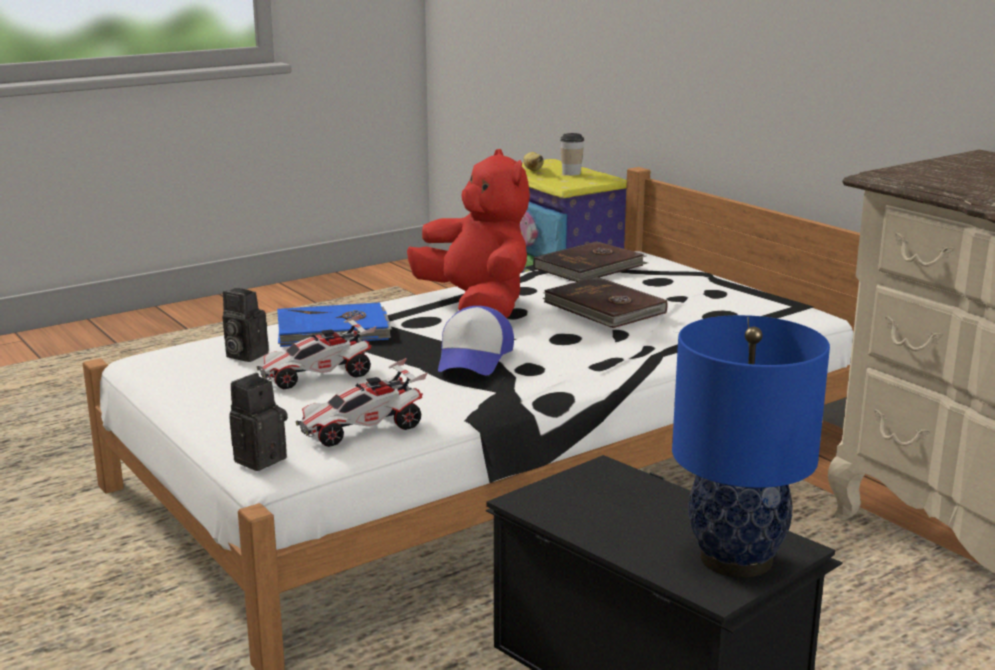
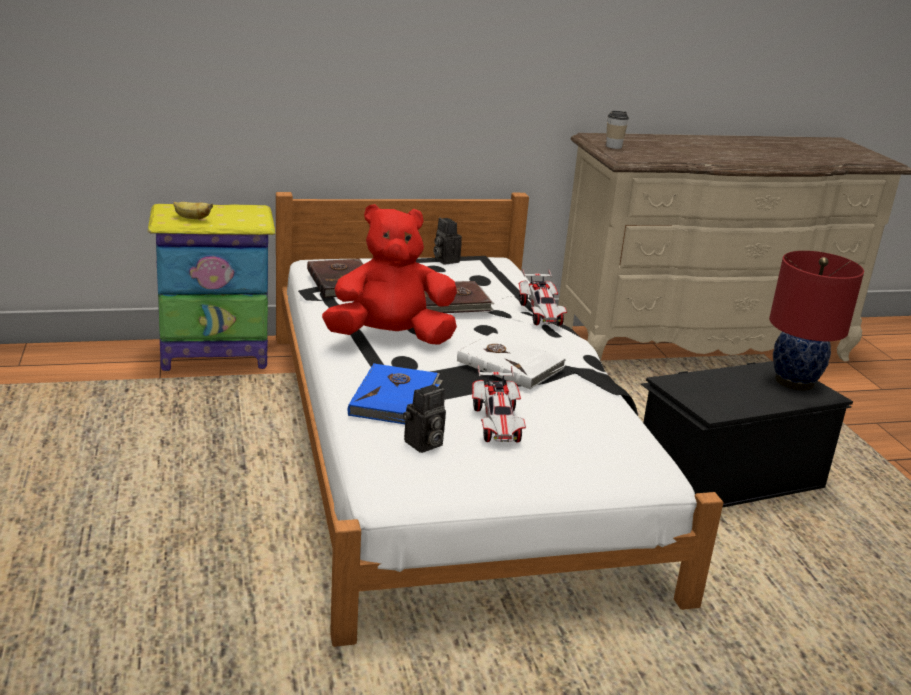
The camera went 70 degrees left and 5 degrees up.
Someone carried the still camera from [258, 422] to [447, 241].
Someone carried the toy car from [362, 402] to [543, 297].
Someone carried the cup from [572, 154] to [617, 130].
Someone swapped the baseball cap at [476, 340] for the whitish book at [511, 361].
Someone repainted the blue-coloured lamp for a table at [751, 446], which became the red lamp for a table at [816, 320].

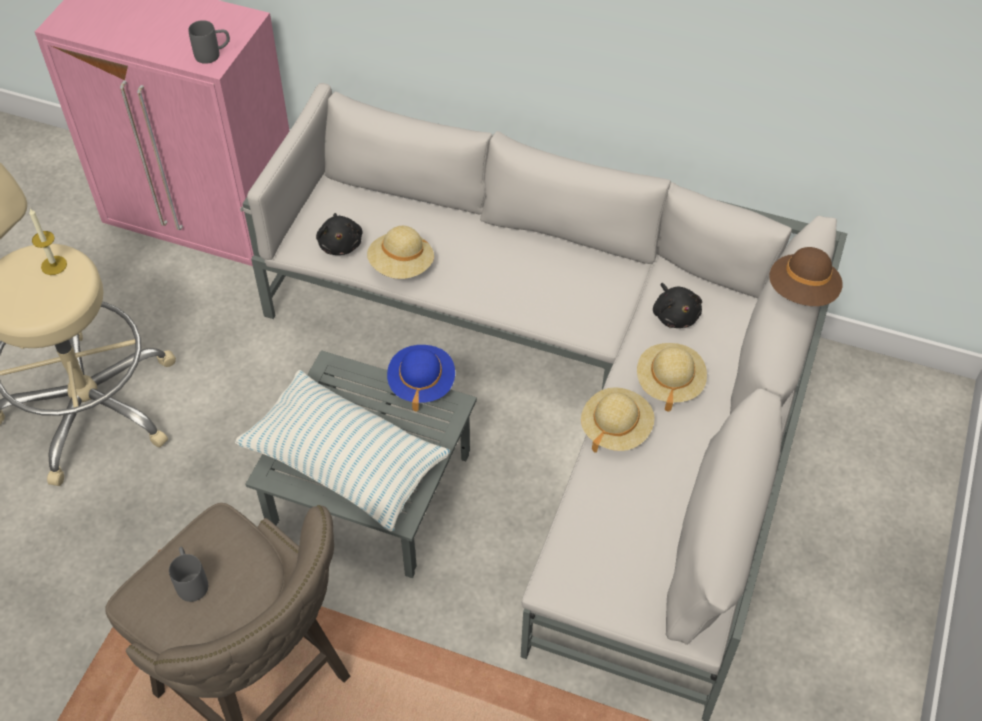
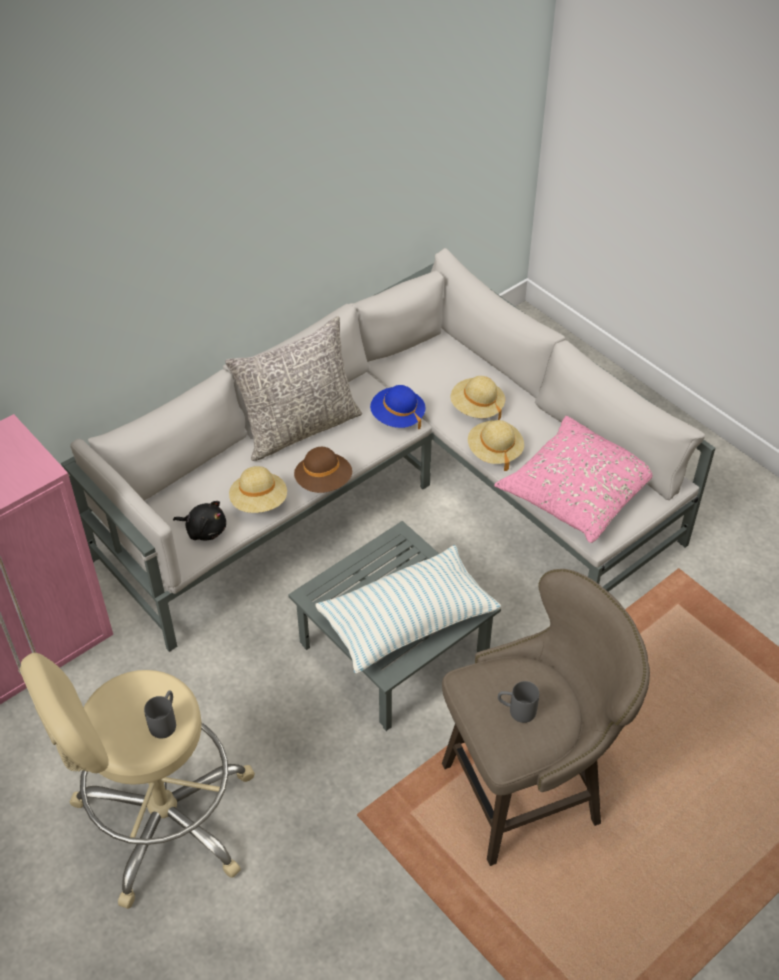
The camera went 60 degrees left and 5 degrees down.
Someone took away the wax candle at [48, 241].
Someone took away the blackish plush toy at [677, 305].
Someone put down the grey cushion at [293, 388].
Someone put down the pink cushion at [573, 479].
Someone carried the grey coffee mug from [209, 42] to [160, 715].
Someone carried the blue-coloured clothing hat from [421, 378] to [398, 407].
Someone carried the brown clothing hat from [806, 276] to [323, 470].

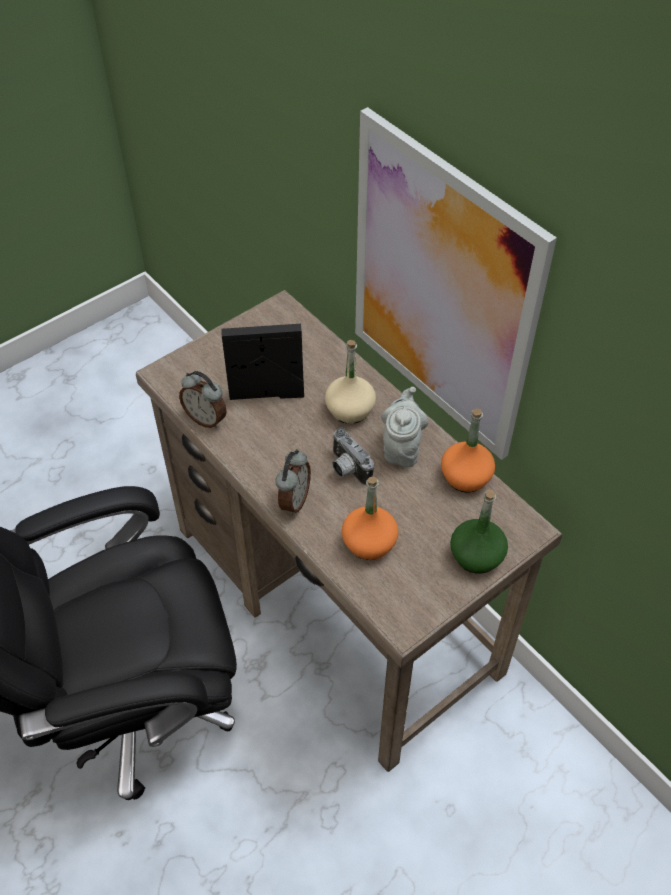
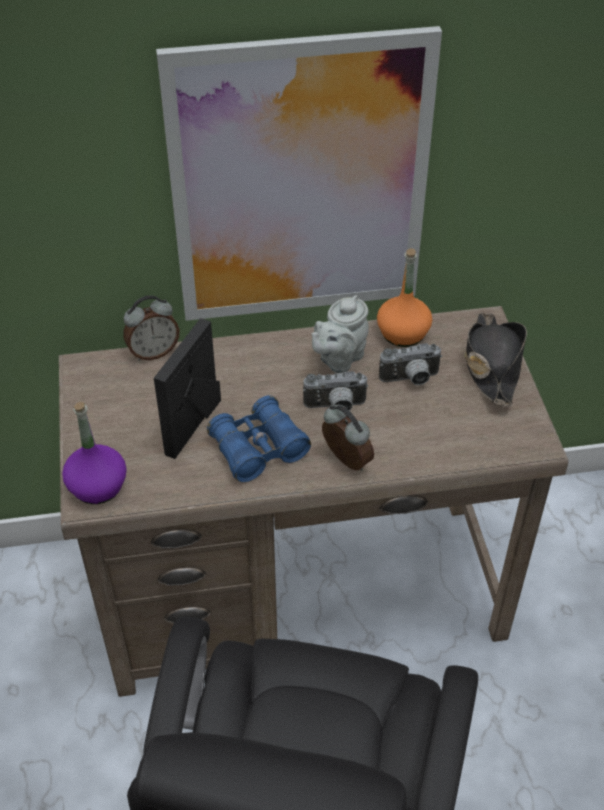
The camera went 60 degrees left and 5 degrees down.
Someone took away the beige-coloured drink bottle at [350, 382].
Someone took away the orangey drink bottle at [370, 518].
Someone put down the purple-coloured drink bottle at [94, 453].
Someone put down the blue-coloured binoculars at [259, 438].
Someone put down the still camera at [410, 364].
Someone carried the alarm clock from [203, 399] to [151, 328].
Someone swapped the greenish drink bottle at [479, 532] for the blackish clothing hat at [495, 359].
Someone rotated the grey pot for tea at [404, 427] by 90 degrees counterclockwise.

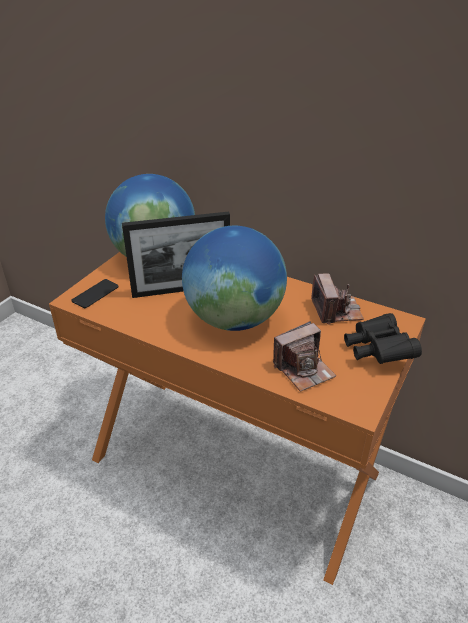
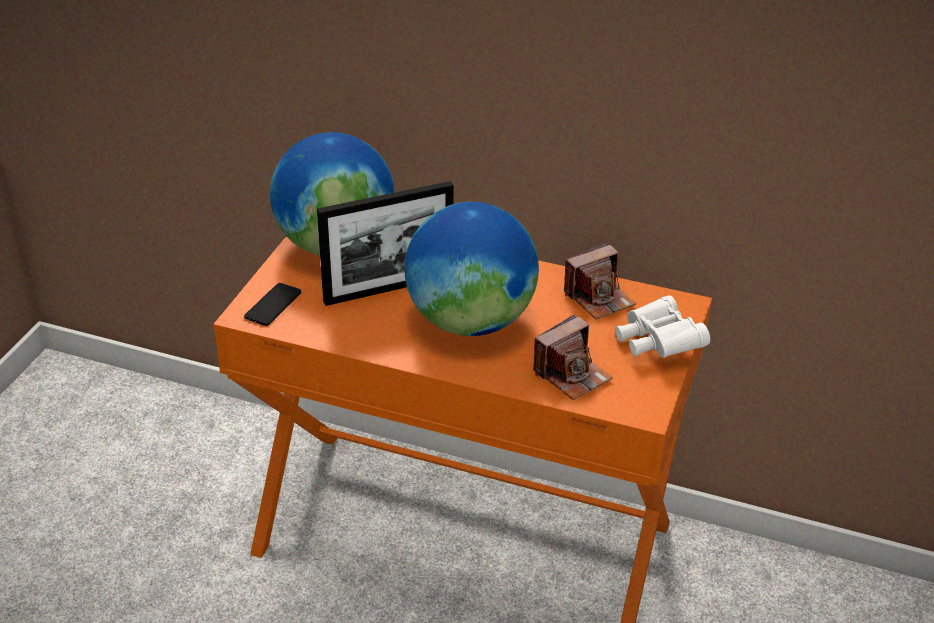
The camera went 10 degrees left and 0 degrees up.
Someone repainted the blackish binoculars at [383, 338], which became the whitish binoculars at [662, 326].
Someone rotated the still camera at [337, 299] by 75 degrees clockwise.

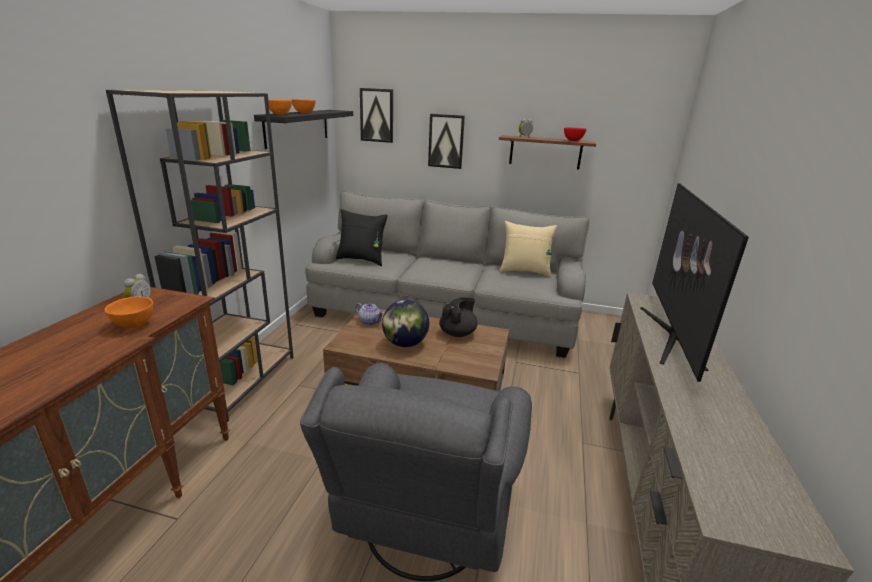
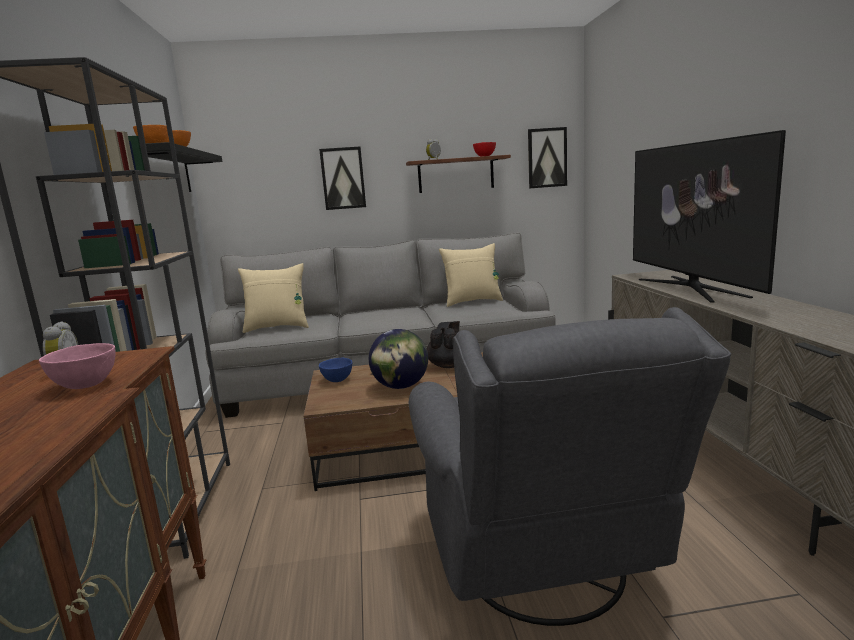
The camera went 20 degrees left and 10 degrees down.
Someone carried the wall picture from [376, 115] to [547, 157].
Someone swapped the pot for tea at [369, 314] for the blue-coloured deep dish at [335, 370].
Someone repainted the orangey deep dish at [129, 312], which became the pink deep dish at [77, 366].
Someone repainted the blackish cushion at [362, 237], which became the beige-coloured cushion at [273, 298].

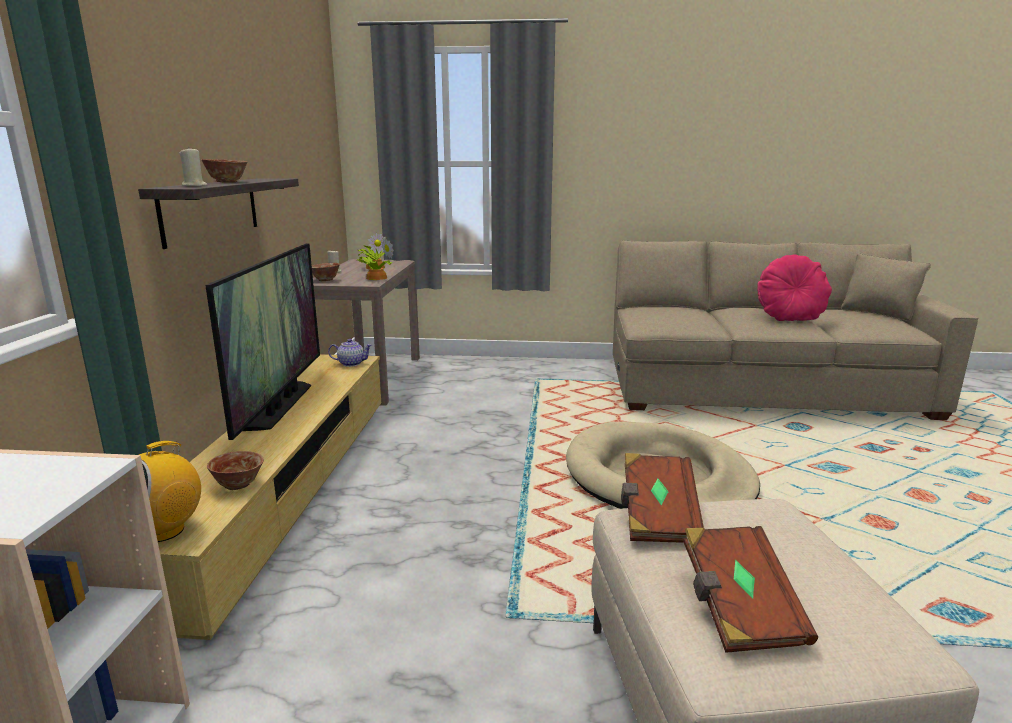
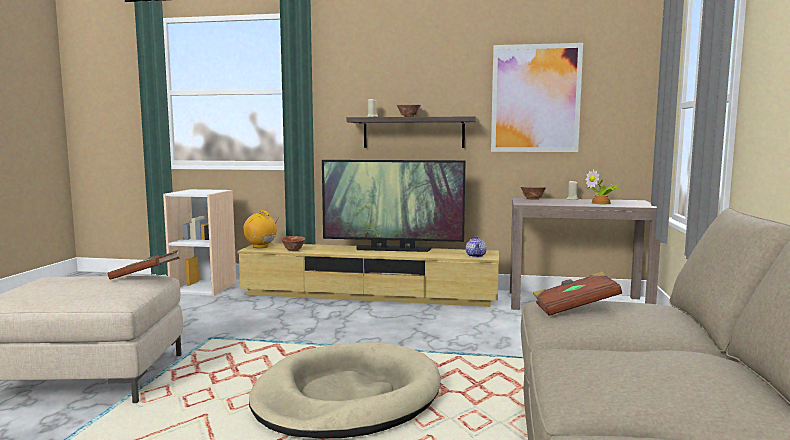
The camera went 95 degrees right and 10 degrees down.
Someone took away the plant in a pot at [375, 258].
Someone took away the pink cushion at [794, 287].
Someone put up the wall picture at [537, 97].
Someone carried the brown book from [750, 589] to [577, 294].

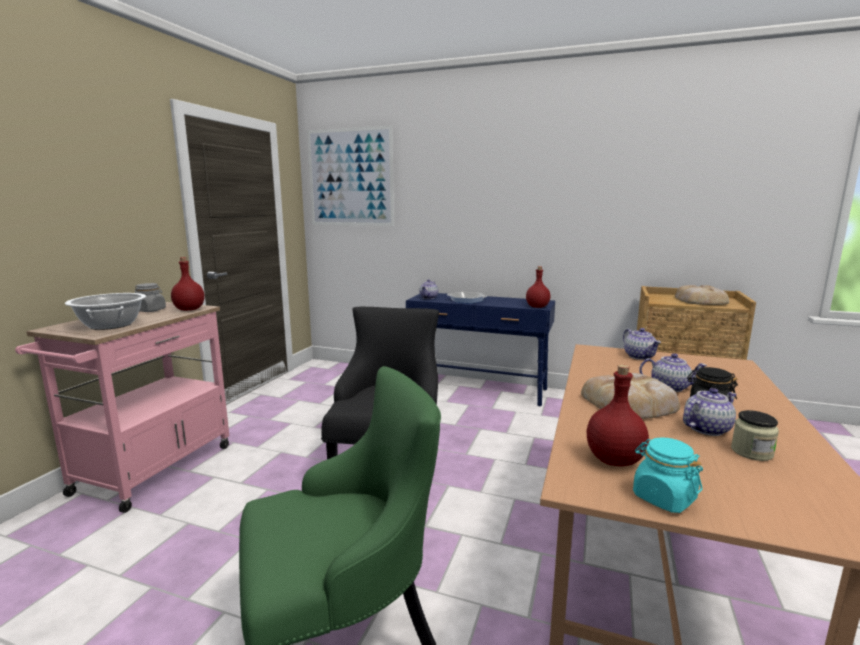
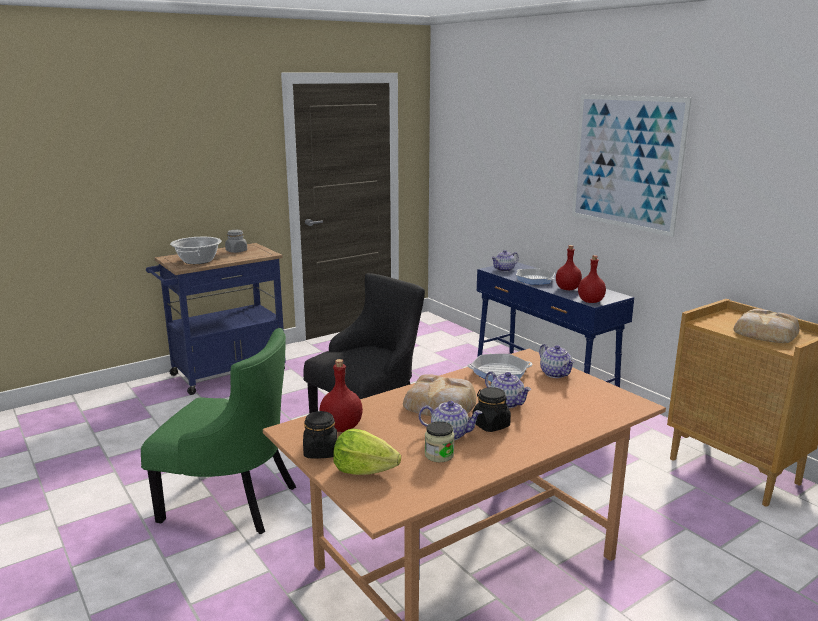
The camera went 35 degrees right and 5 degrees up.
Someone put down the lettuce at [367, 452].
Someone put down the skillet at [500, 368].
Someone carried the red drink bottle from [188, 284] to [569, 267].
Someone carried the wall picture from [350, 176] to [632, 165].
Someone repainted the pink wheeled cart at [122, 407], which became the blue-coloured wheeled cart at [216, 319].
Someone repainted the turquoise-coloured storage jar at [668, 475], which became the blackish storage jar at [320, 435].
Someone rotated the pot for tea at [642, 344] by 45 degrees counterclockwise.

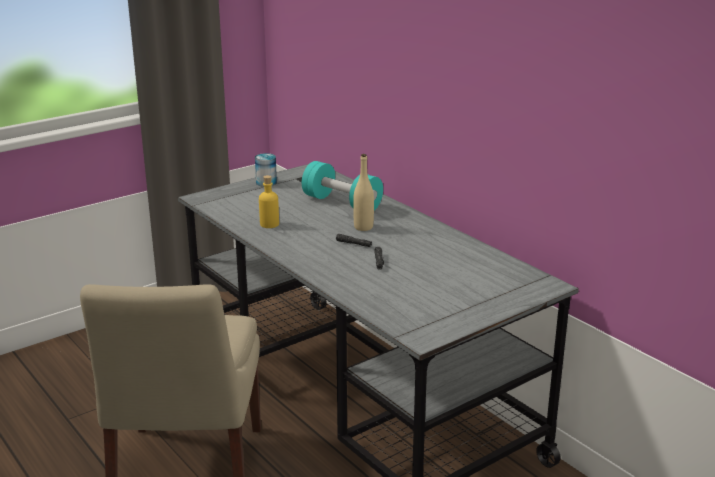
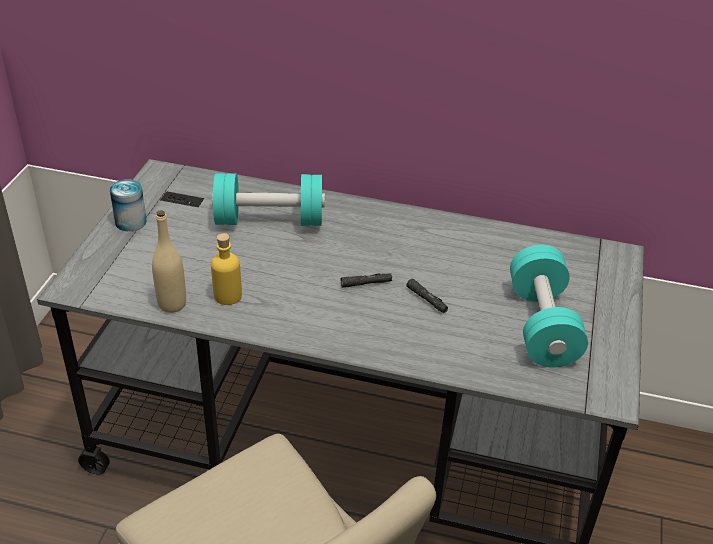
The camera went 40 degrees left and 15 degrees up.
Someone put down the turquoise-coloured dumbbell at [549, 306].
Someone carried the beige-coloured drink bottle from [363, 192] to [169, 262].

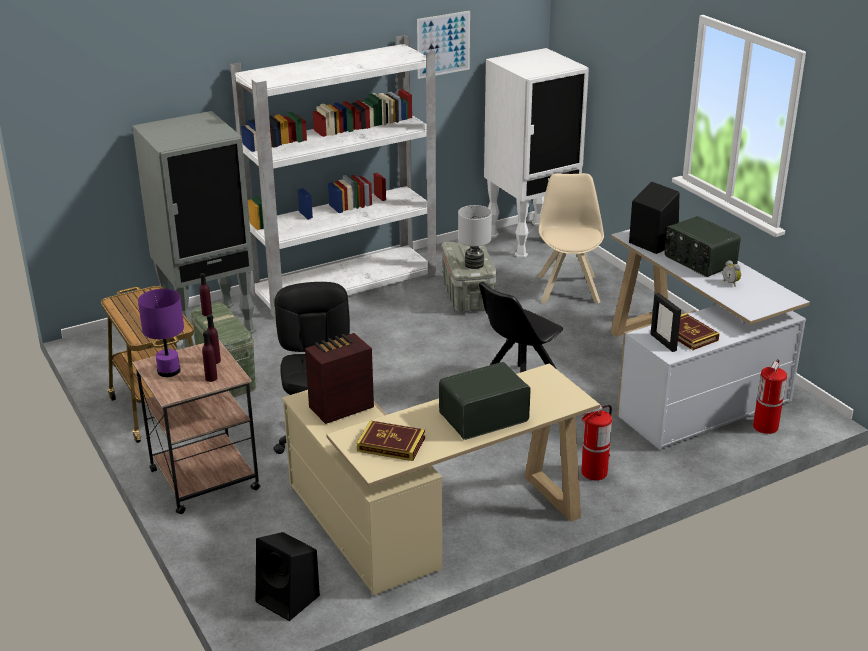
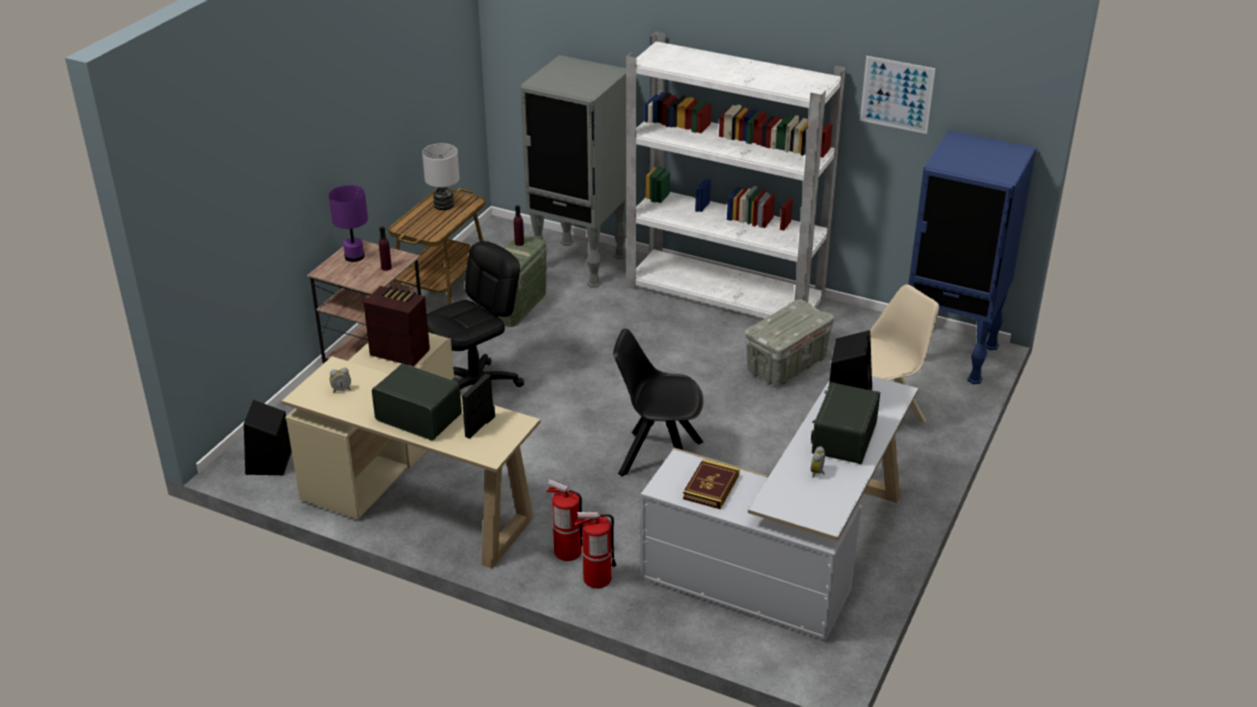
The camera went 55 degrees right and 5 degrees up.
Someone took away the purple-coloured drink bottle at [209, 356].
Someone carried the grey lamp for a table from [475, 237] to [441, 176].
Someone carried the picture frame from [666, 322] to [478, 406].
Someone carried the fire extinguisher from [770, 396] to [596, 550].
Someone swapped the book at [391, 440] for the alarm clock at [340, 380].
Someone repainted the whitish cabinet at [536, 153], which became the blue-coloured cabinet at [972, 257].

